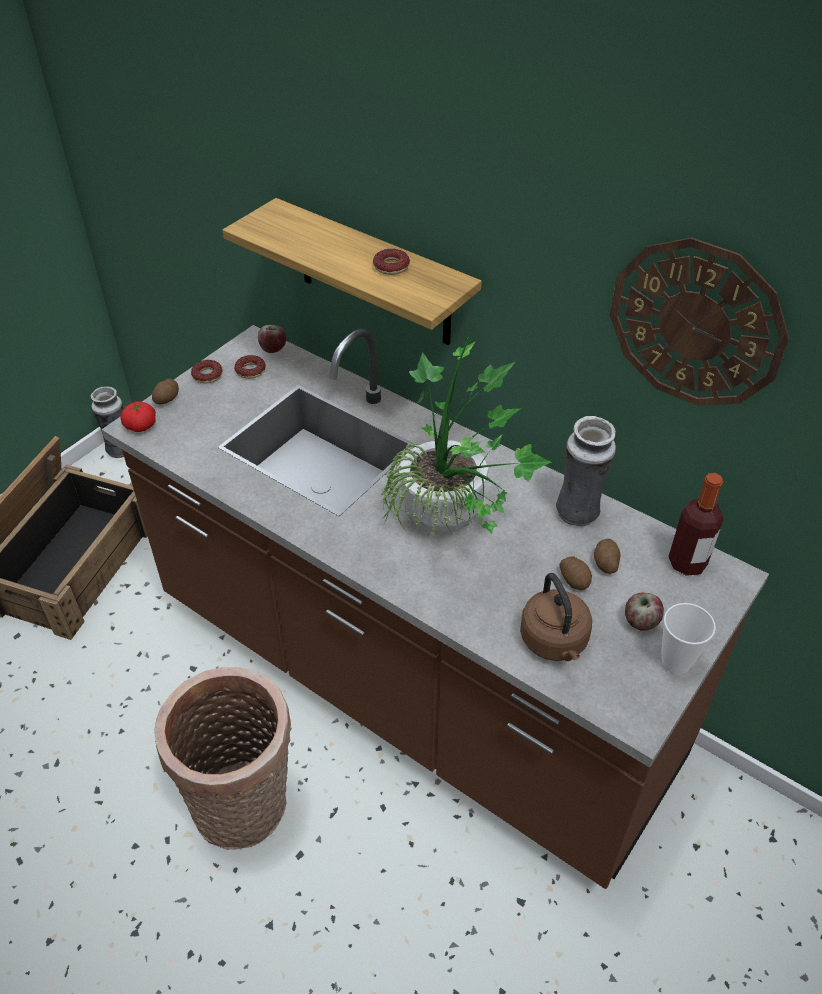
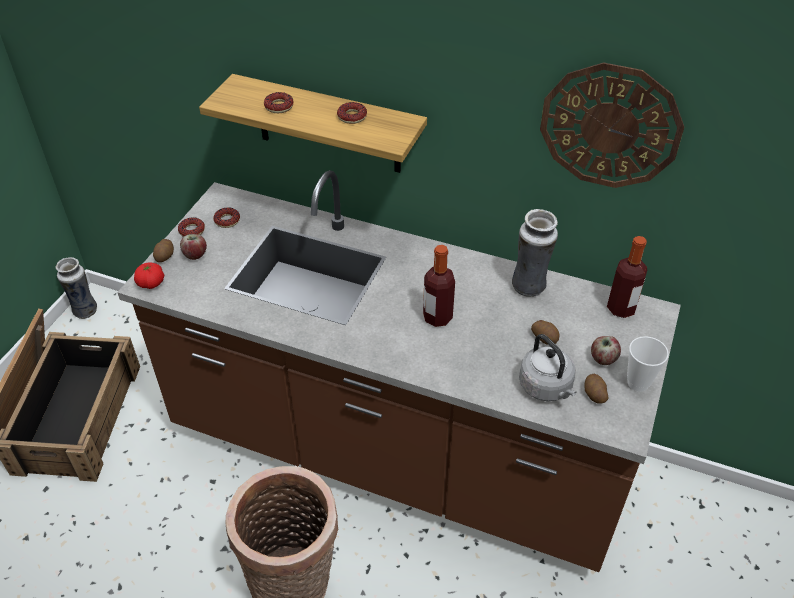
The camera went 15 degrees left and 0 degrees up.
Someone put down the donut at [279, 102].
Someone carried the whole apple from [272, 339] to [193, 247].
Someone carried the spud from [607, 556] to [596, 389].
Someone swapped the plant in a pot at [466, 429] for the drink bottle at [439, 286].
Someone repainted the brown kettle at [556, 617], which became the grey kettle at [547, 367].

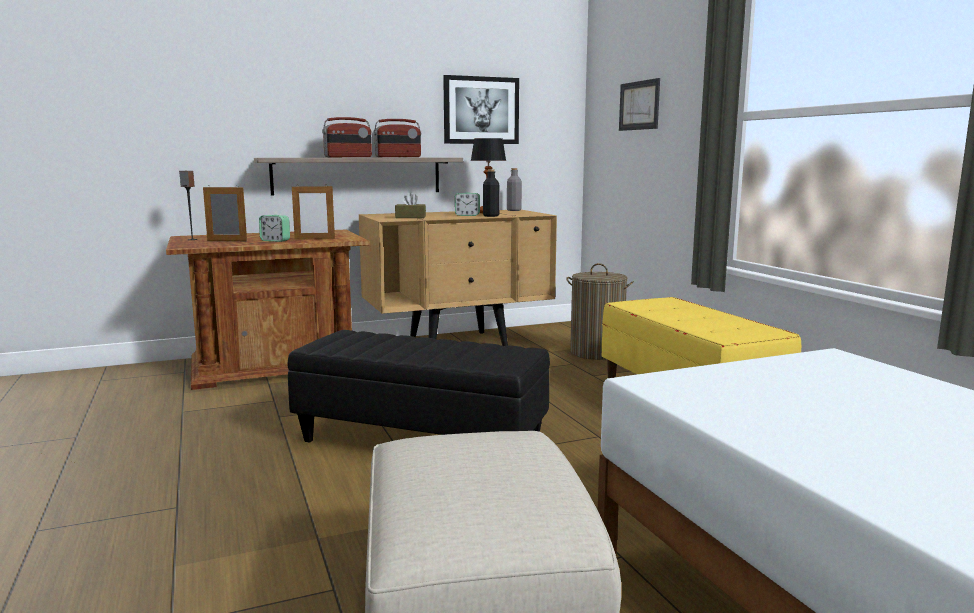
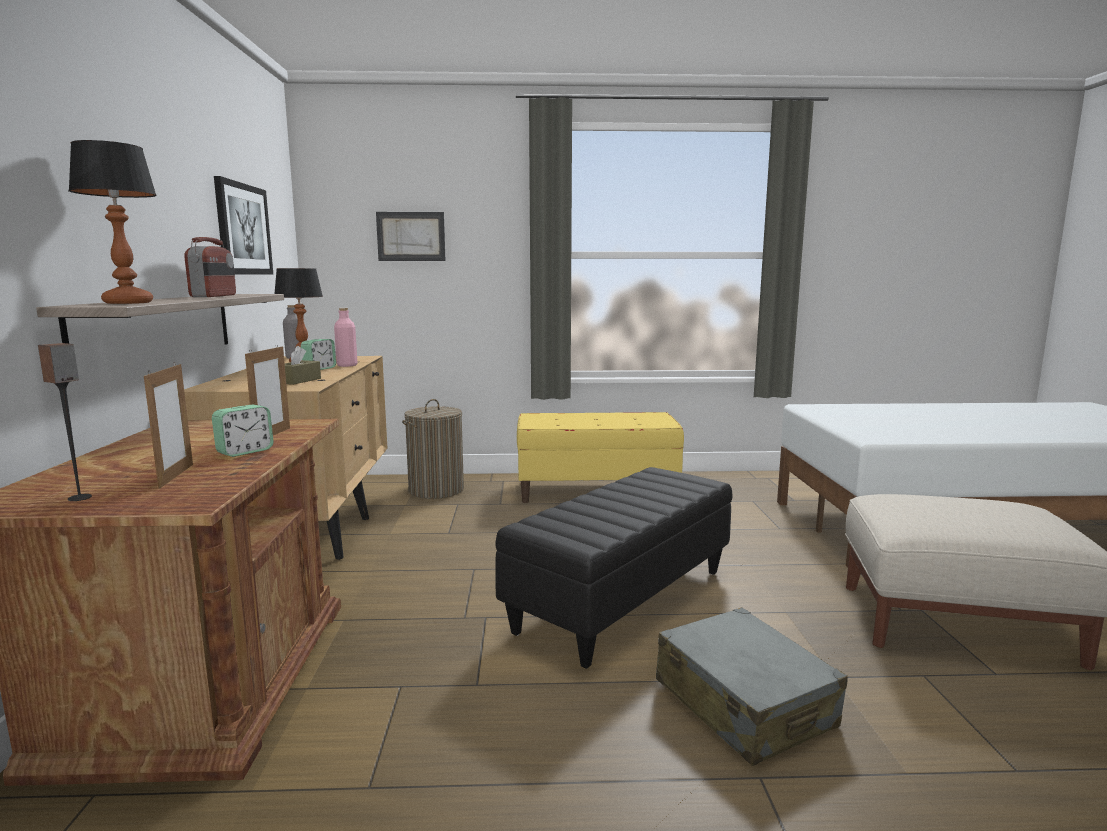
The camera went 70 degrees left and 0 degrees up.
Someone took away the radio set at [347, 137].
Someone put down the lamp for a table at [112, 222].
Someone put down the grey suitcase at [752, 686].
Someone repainted the blackish drink bottle at [491, 193], which became the pink drink bottle at [346, 337].
Someone rotated the picture frame at [225, 213] by 150 degrees clockwise.

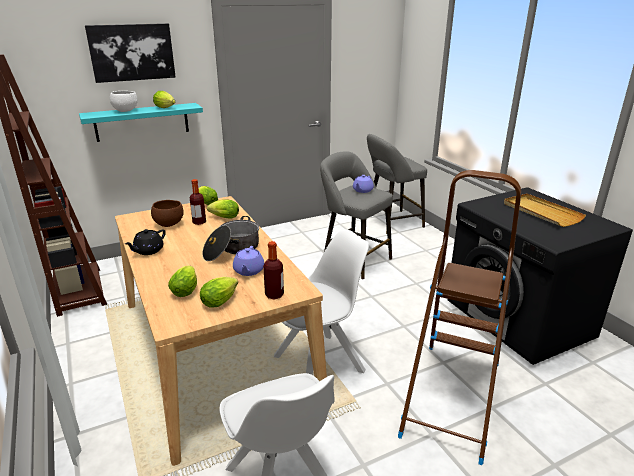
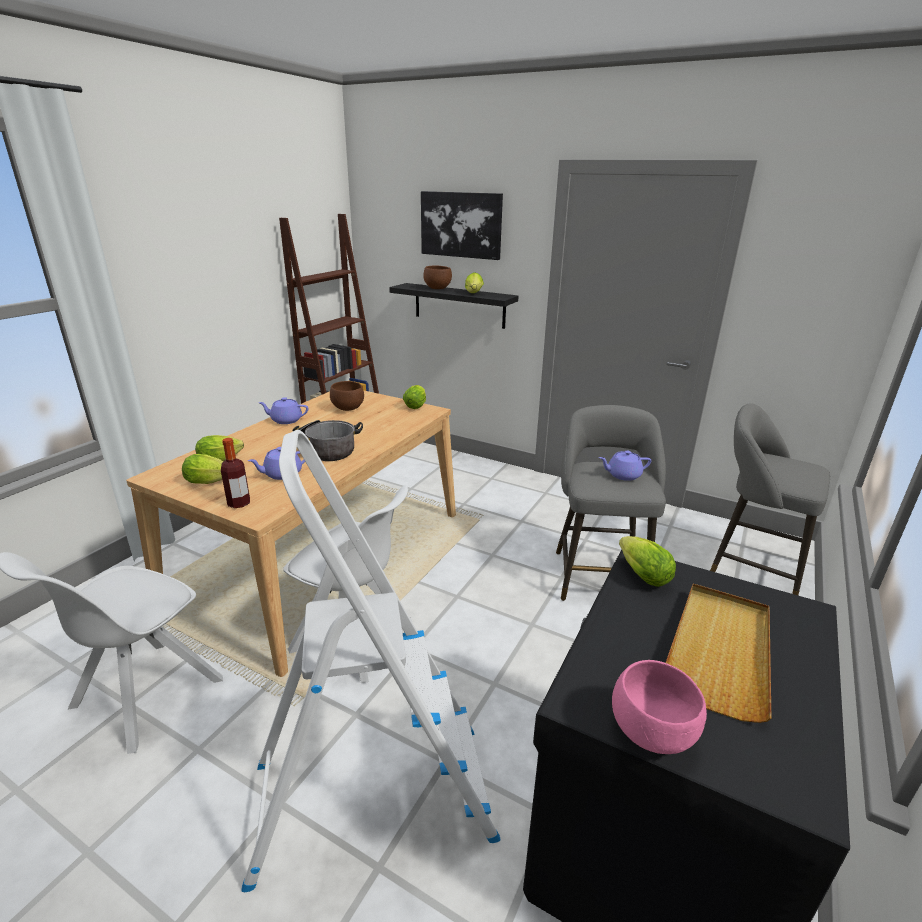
The camera went 55 degrees right and 0 degrees up.
Someone took away the drink bottle at [198, 202].
Someone put down the pink deep dish at [659, 707].
Someone carried the lettuce from [223, 209] to [647, 561].
Someone repainted the turquoise-coloured bracket shelf at [141, 122], which became the blackish bracket shelf at [453, 306].
Someone repainted the whitish deep dish at [124, 101], which became the brown deep dish at [437, 277].
Someone repainted the blackish pot for tea at [145, 242], which became the purple-coloured pot for tea at [283, 410].
Someone repainted the brown step stool at [459, 317], which became the whitish step stool at [371, 661].

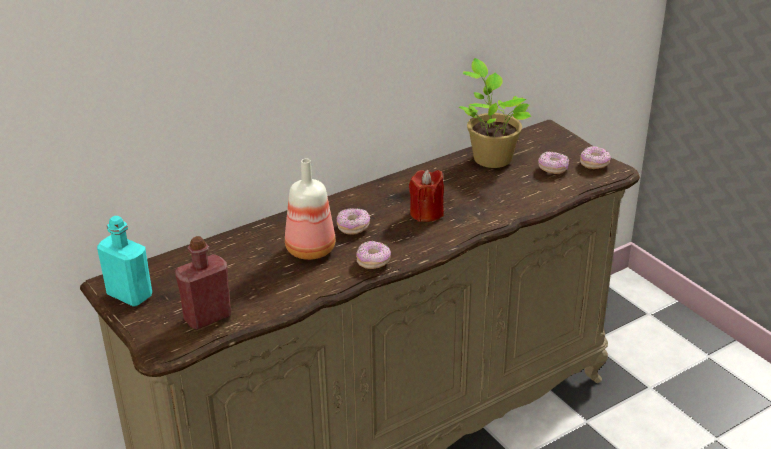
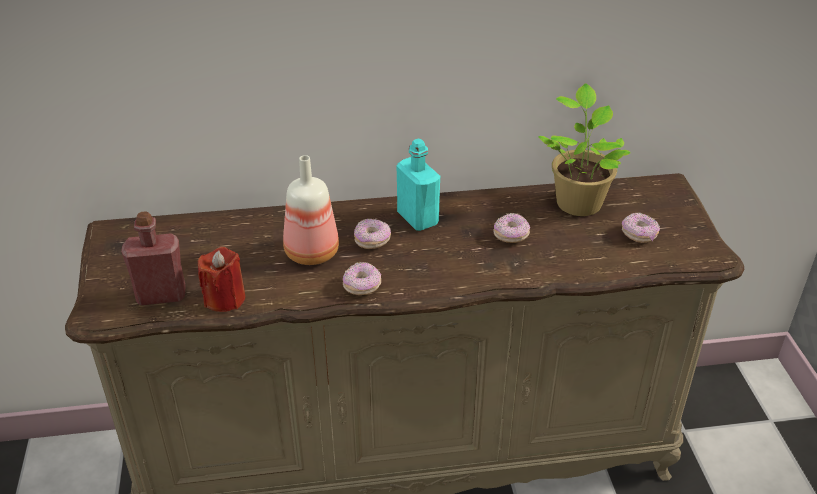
The camera went 25 degrees right and 5 degrees up.
Someone carried the turquoise-coloured drink bottle from [124, 261] to [418, 185].
Someone carried the red wax candle from [426, 196] to [221, 279].
Someone carried the donut from [595, 157] to [511, 228].

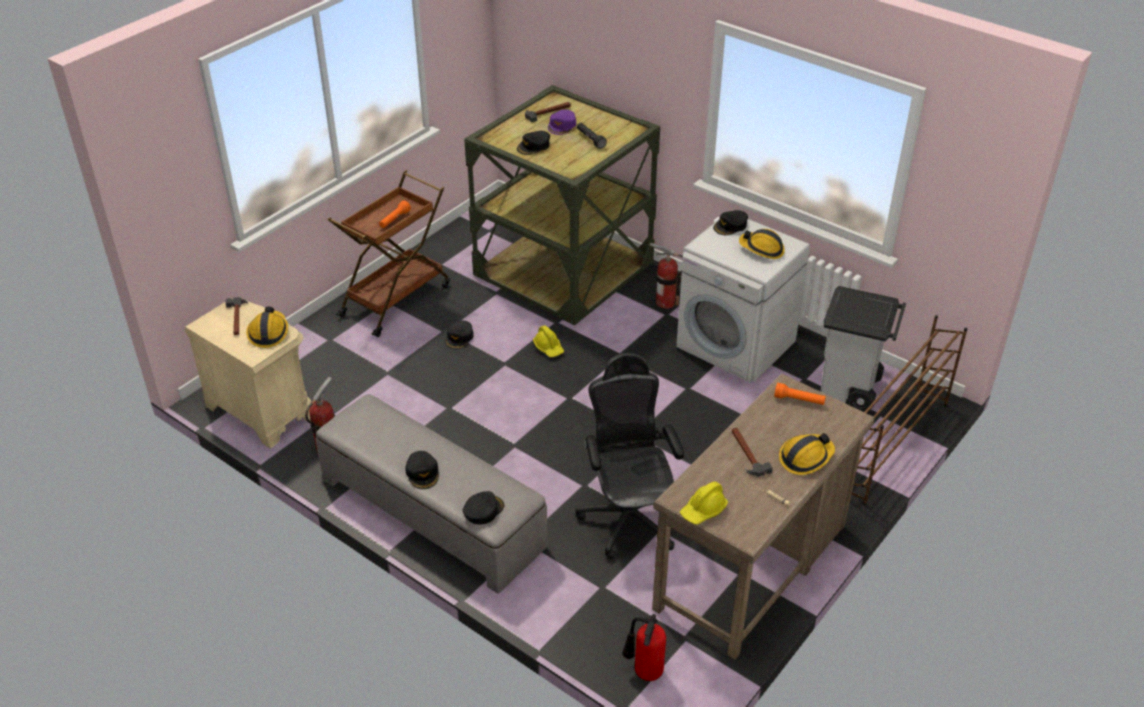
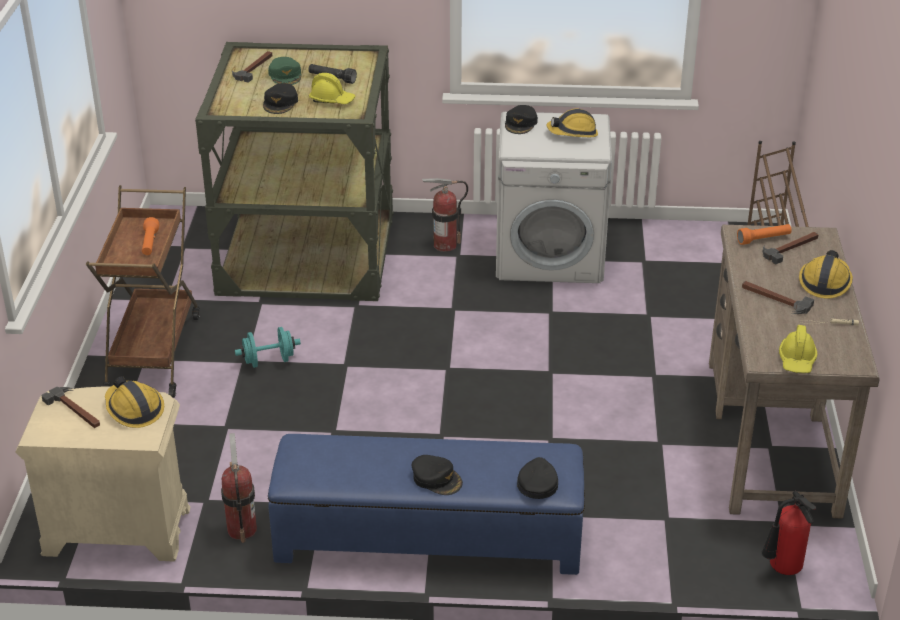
The camera went 35 degrees left and 5 degrees down.
Someone took away the computer chair at [629, 456].
Someone took away the grey trash can at [863, 348].
Someone put down the hand hammer at [791, 248].
Someone carried the yellowish hard hat from [548, 341] to [332, 88].
Someone swapped the blackish baseball cap at [459, 335] for the turquoise-coloured dumbbell at [268, 347].
Someone repainted the grey long seat at [432, 494], which became the blue-coloured long seat at [426, 504].
Someone repainted the purple-coloured baseball cap at [562, 122], which became the greenish baseball cap at [284, 71].

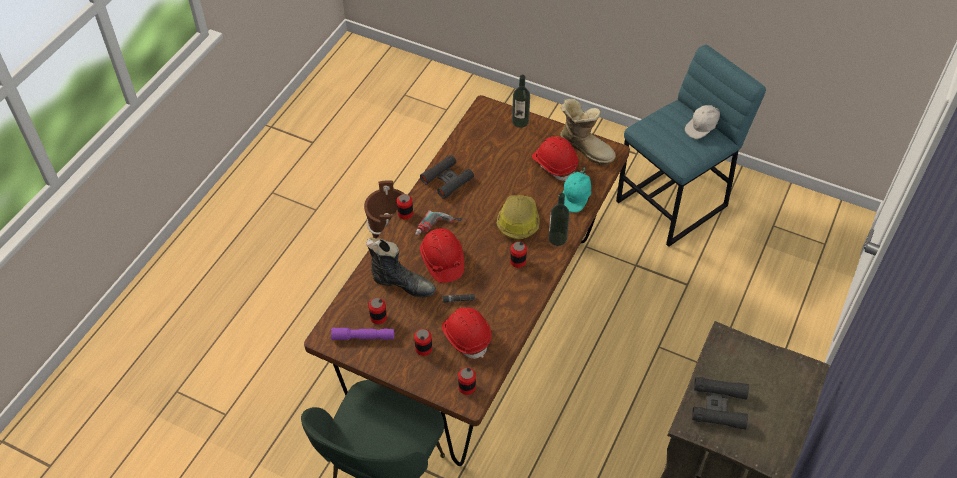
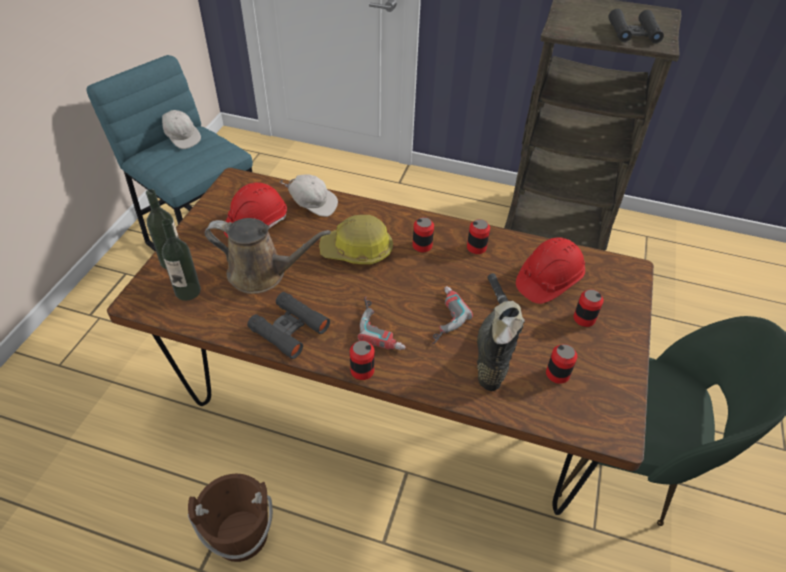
The camera went 100 degrees left and 5 degrees down.
Someone took away the purple-coloured flashlight at [362, 334].
Someone took away the high-top boot at [588, 132].
Someone put down the brown sprinkling can at [268, 256].
Someone carried the can from [467, 381] to [478, 236].
Someone carried the drink bottle from [559, 219] to [181, 260].
Someone swapped the red hard hat at [442, 255] for the drill at [452, 315].
Someone repainted the turquoise-coloured baseball cap at [577, 190], which became the whitish baseball cap at [309, 195].

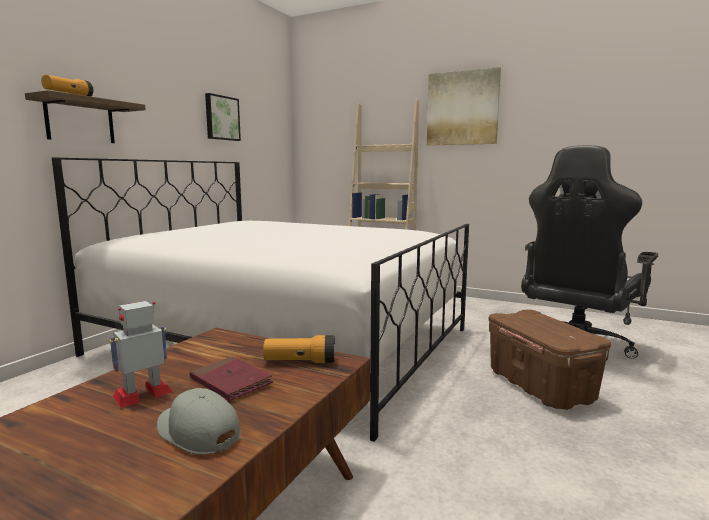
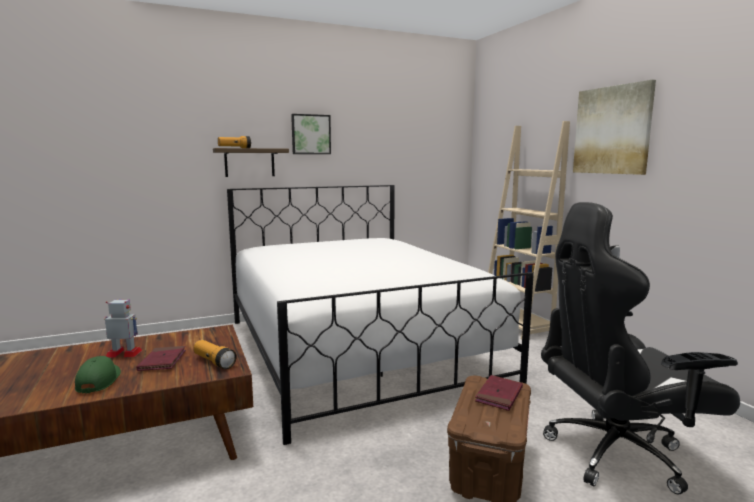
The camera went 40 degrees right and 0 degrees up.
Someone put down the red book at [499, 393].
Someone carried the wall picture from [223, 117] to [311, 134].
Someone repainted the grey baseball cap at [198, 421], which became the greenish baseball cap at [98, 375].

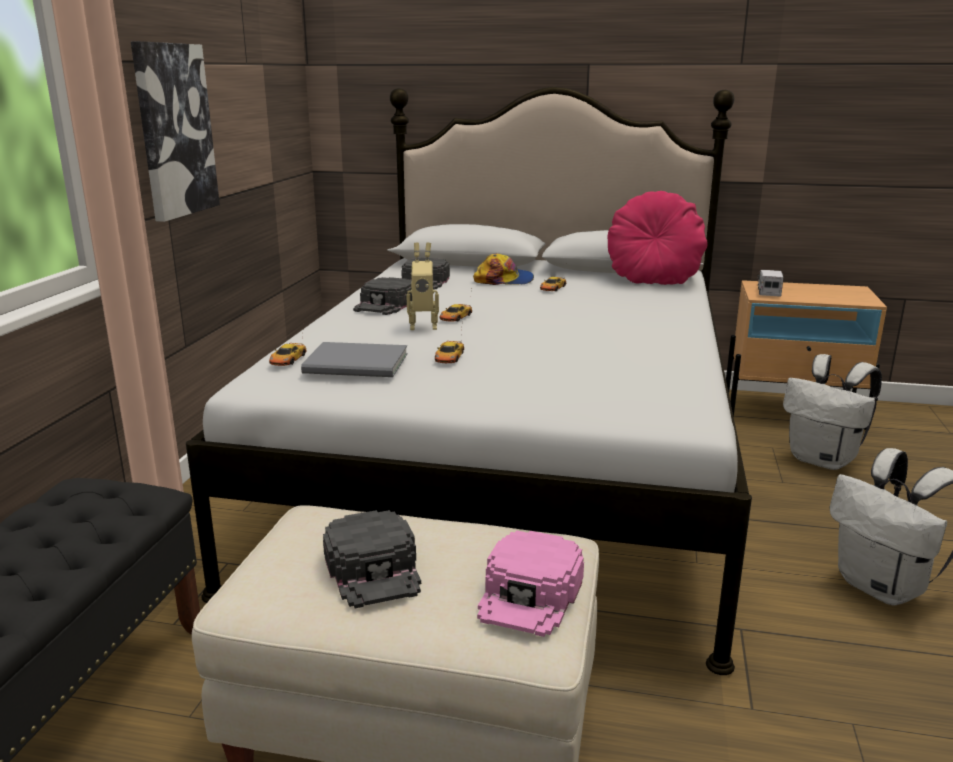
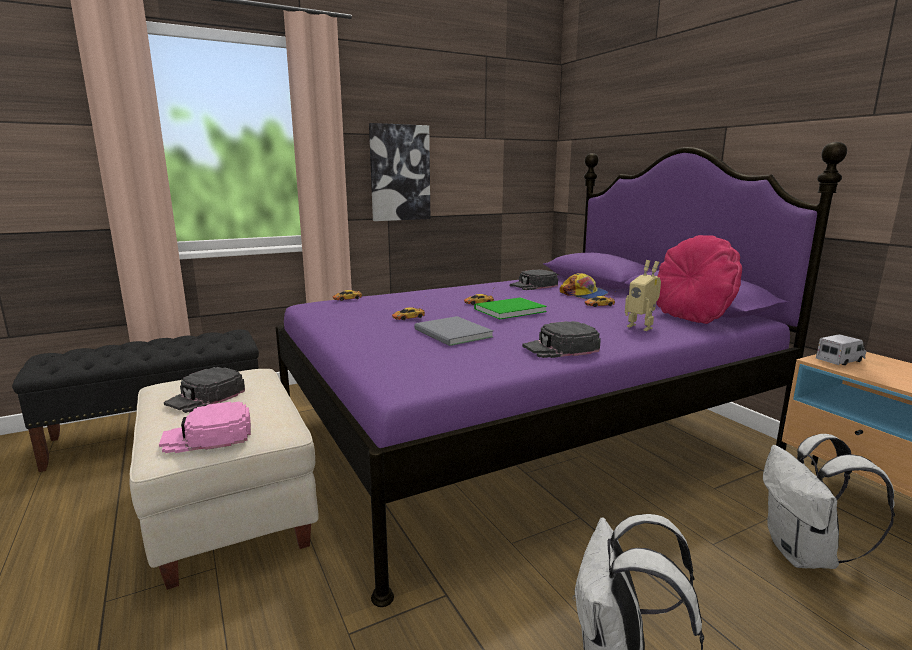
The camera went 50 degrees right and 5 degrees down.
Someone put down the greenish book at [510, 308].
Someone carried the grey book from [354, 359] to [454, 331].
Someone carried the blackish baseball cap from [382, 296] to [561, 339].
Someone carried the robot figure from [422, 286] to [643, 295].
Someone repainted the whitish sleeping bed at [469, 381], which became the purple-coloured sleeping bed at [561, 374].

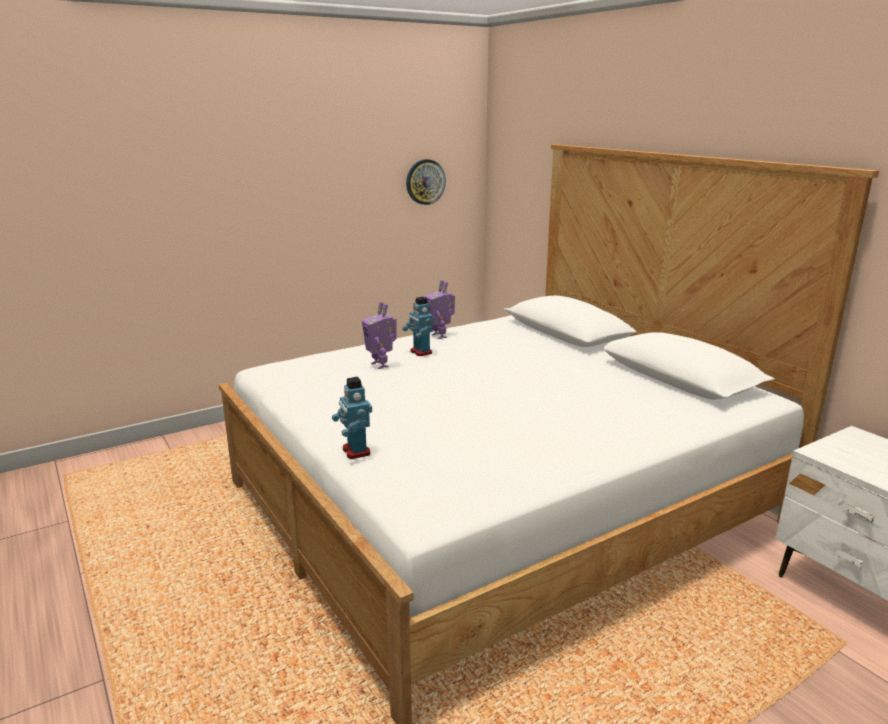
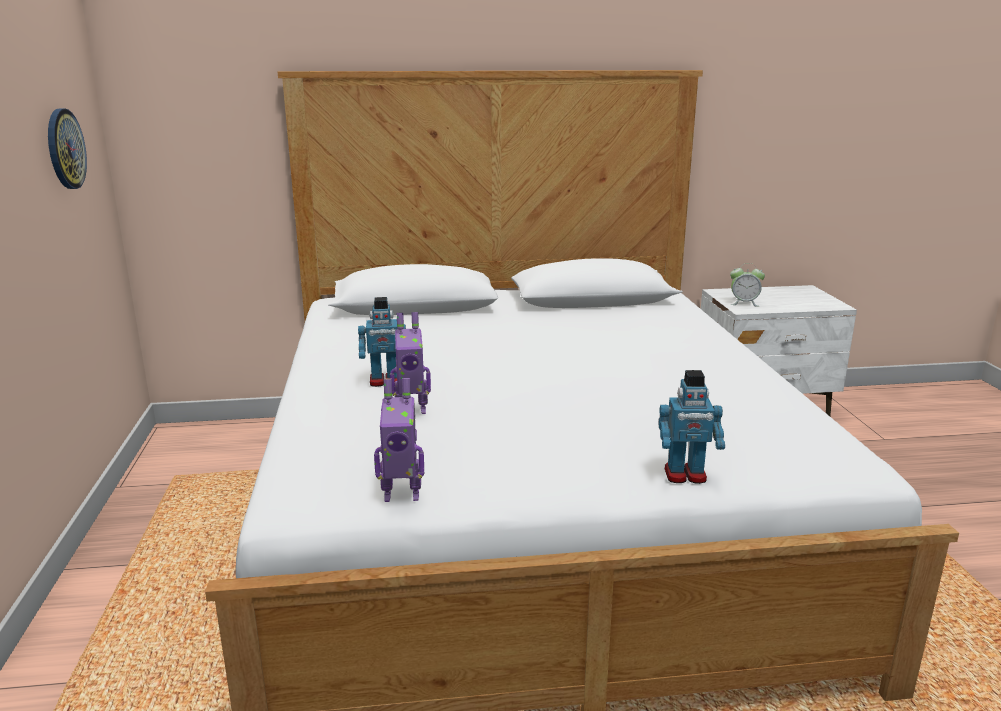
The camera went 65 degrees left and 0 degrees up.
Someone put down the alarm clock at [747, 284].
Someone carried the robot figure from [440, 309] to [399, 440].

